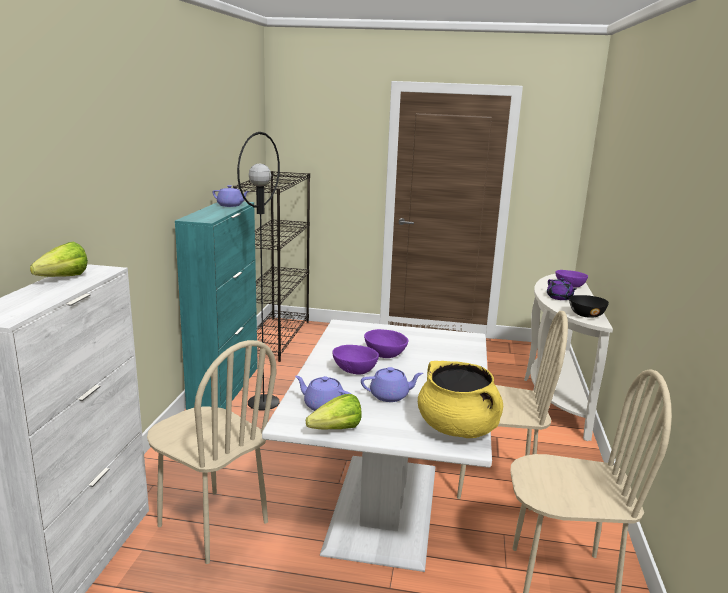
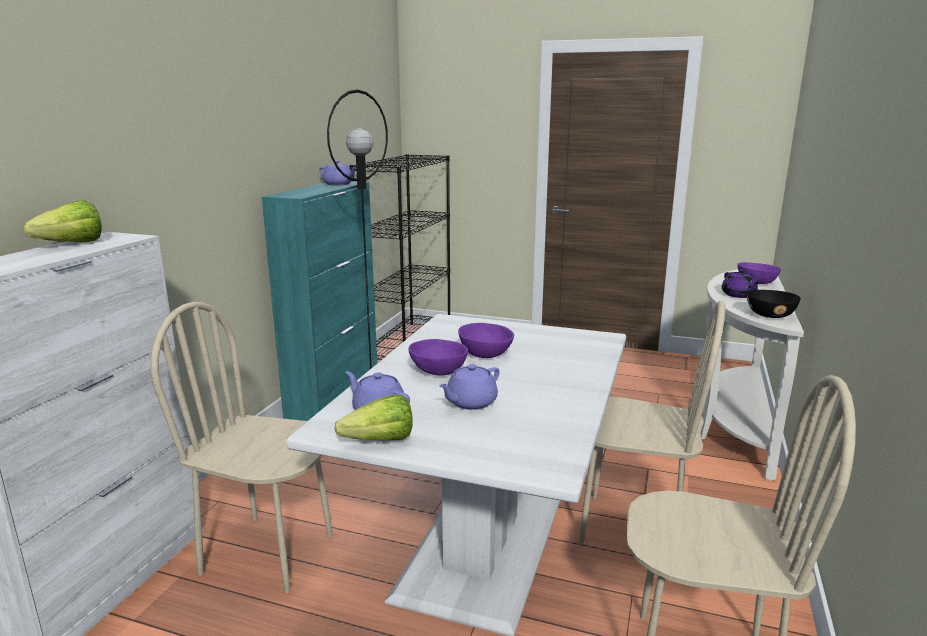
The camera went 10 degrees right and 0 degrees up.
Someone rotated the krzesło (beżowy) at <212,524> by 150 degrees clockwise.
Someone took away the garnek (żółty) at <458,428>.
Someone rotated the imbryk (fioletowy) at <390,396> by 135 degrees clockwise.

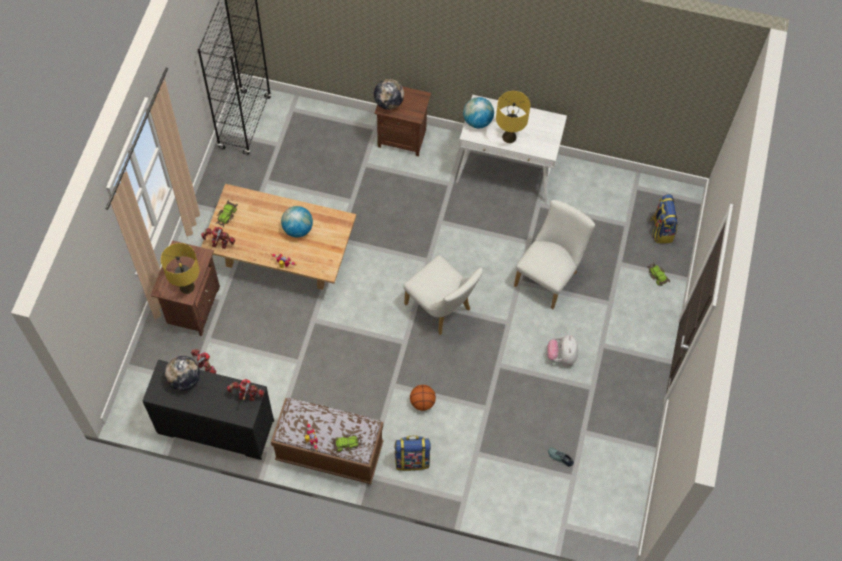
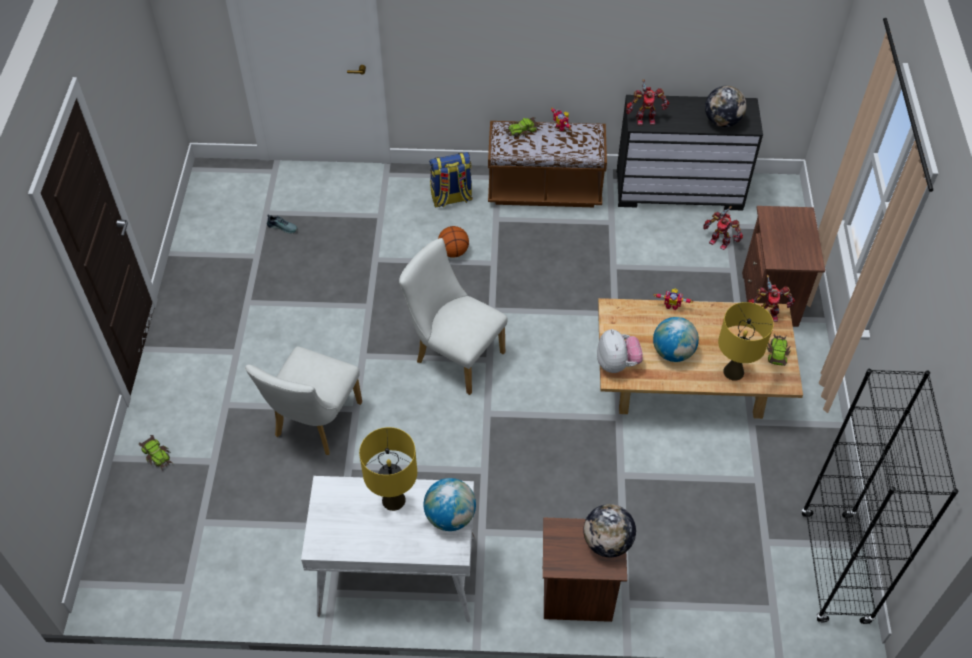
The camera went 170 degrees right and 10 degrees down.
Someone took away the plecak at <661,230>.
Someone carried the lampa stołowa (żółty) from <186,287> to <734,372>.
Someone carried the pluszak from <561,356> to <617,364>.

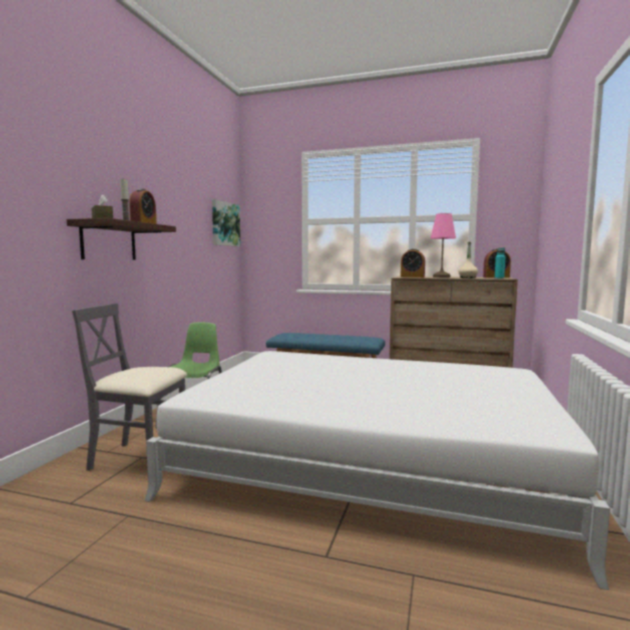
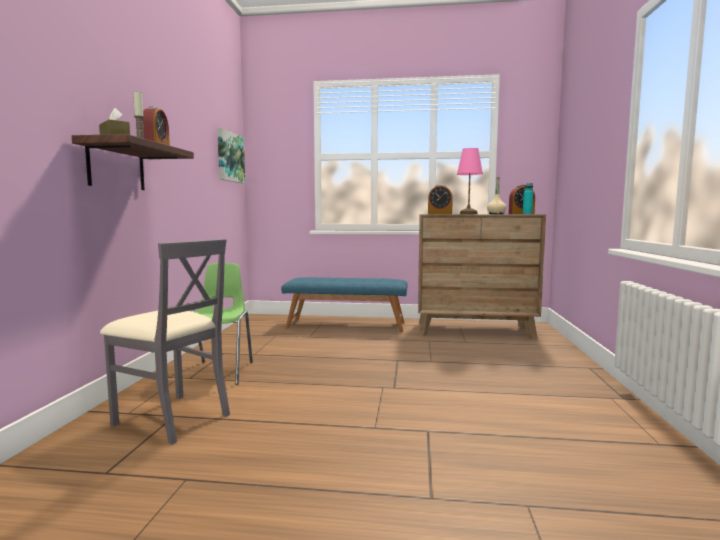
The camera went 10 degrees left and 0 degrees up.
Someone rotated the krzesło (szary) at <140,459> by 150 degrees counterclockwise.
Someone took away the łóżko (biały) at <369,462>.

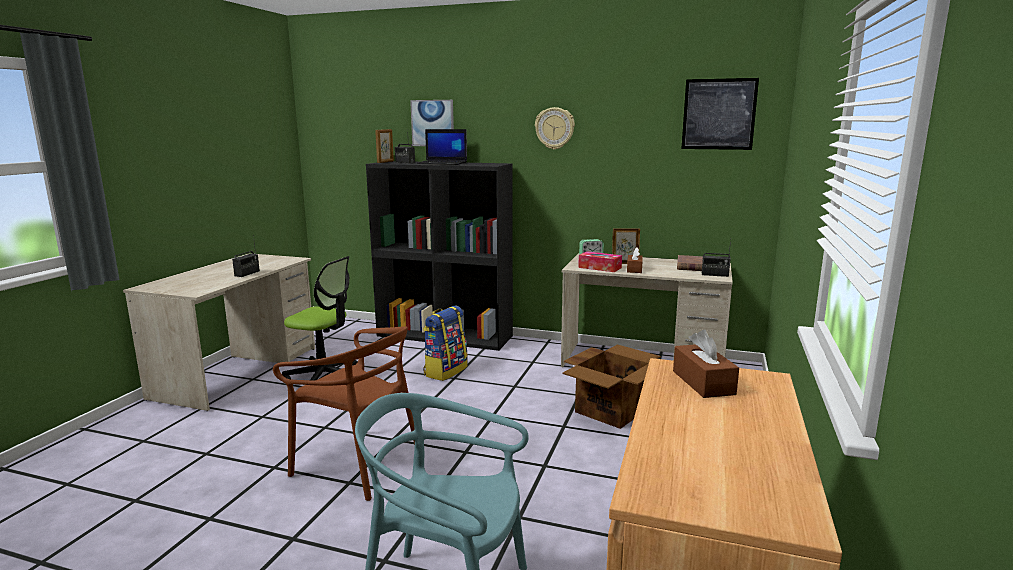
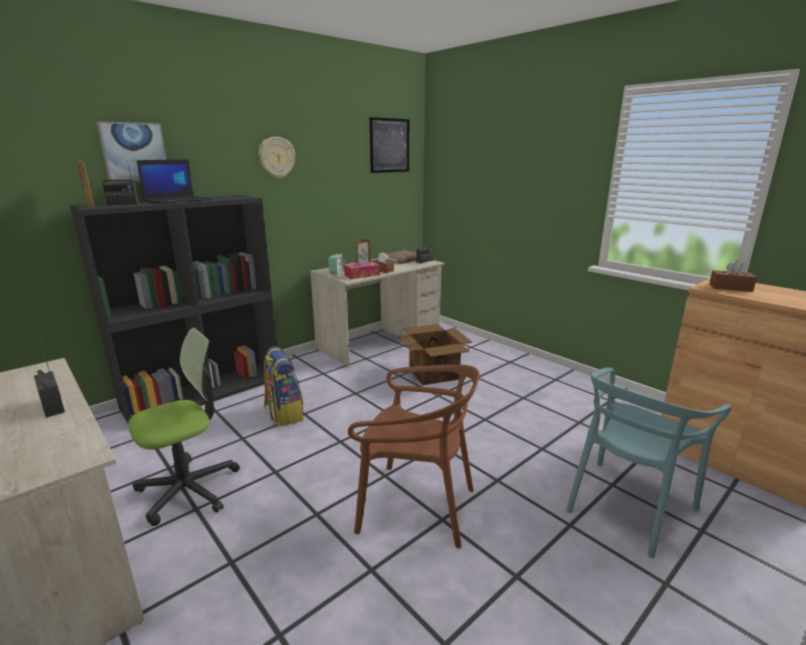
The camera went 60 degrees left and 5 degrees up.
Someone rotated the krzesło (brązowy) at <359,465> by 45 degrees clockwise.

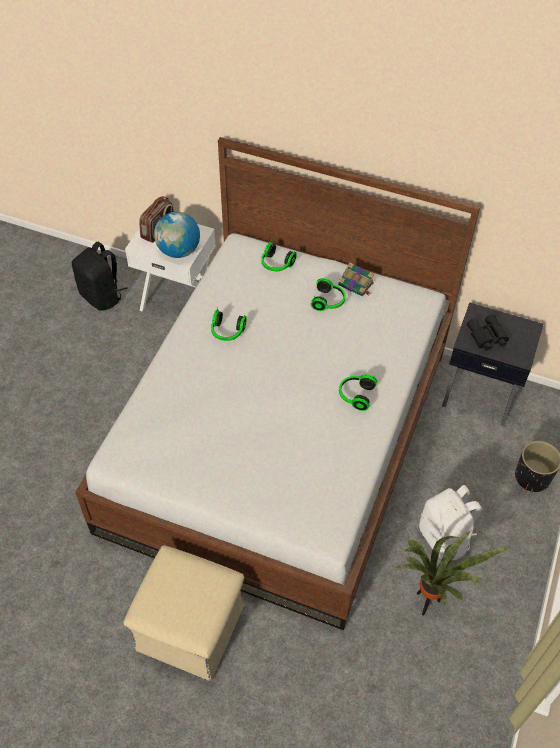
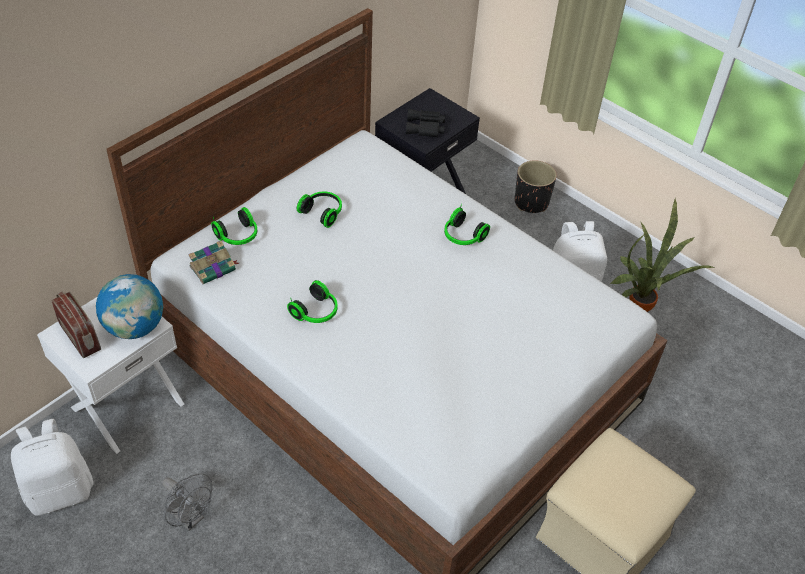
The camera went 70 degrees left and 5 degrees down.
Someone repainted the plecak (czarny) at <102,296>, which became the plecak (biały) at <60,491>.
Someone carried the książka from <356,284> to <213,268>.
Someone put down the wentylator (szary) at <190,518>.

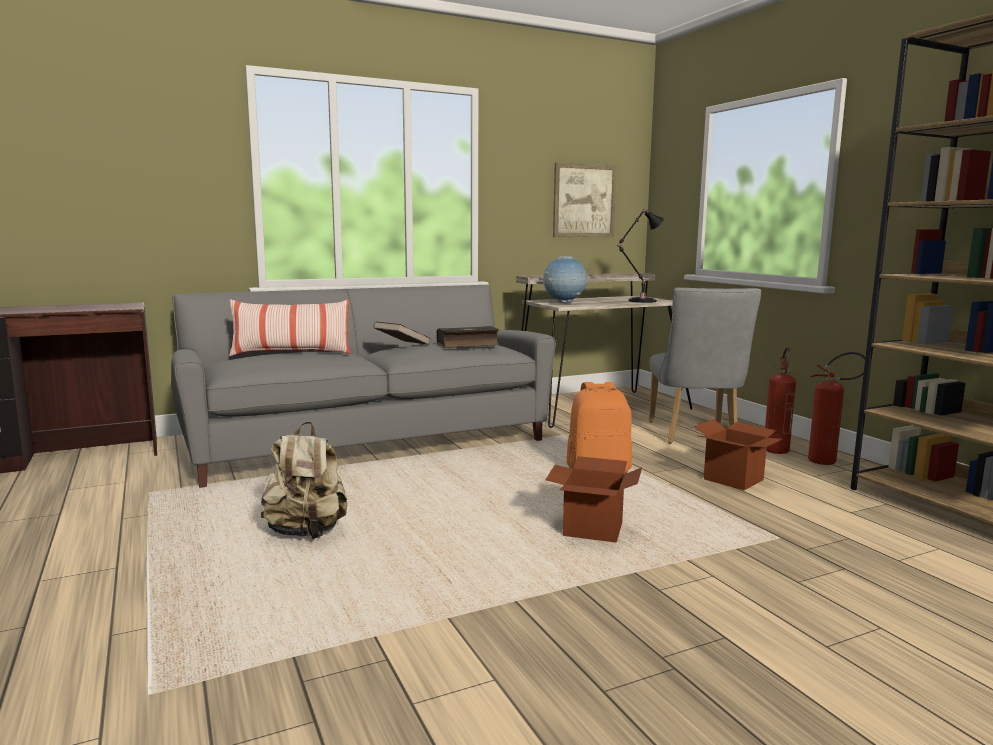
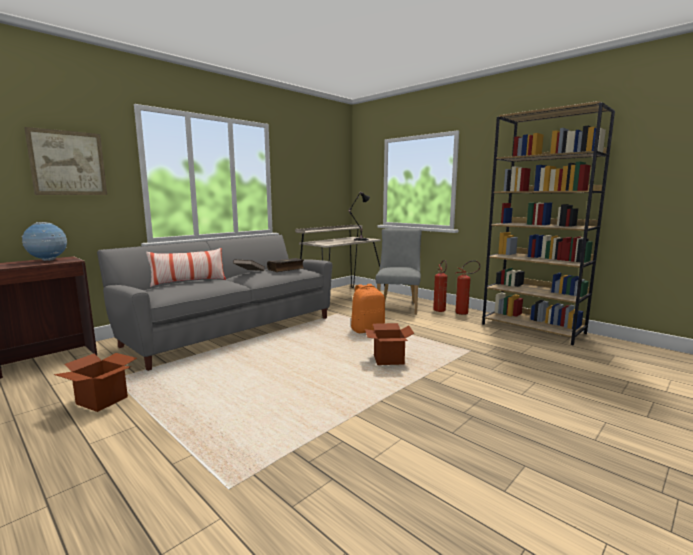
The camera went 20 degrees left and 0 degrees up.
Someone carried the obraz from <584,201> to <68,163>.
Someone carried the globus from <564,303> to <48,260>.
Someone rotated the krzesło (szary) at <695,435> by 150 degrees counterclockwise.
Someone carried the karton from <733,479> to <101,400>.
Someone took away the plecak (beżowy) at <306,532>.

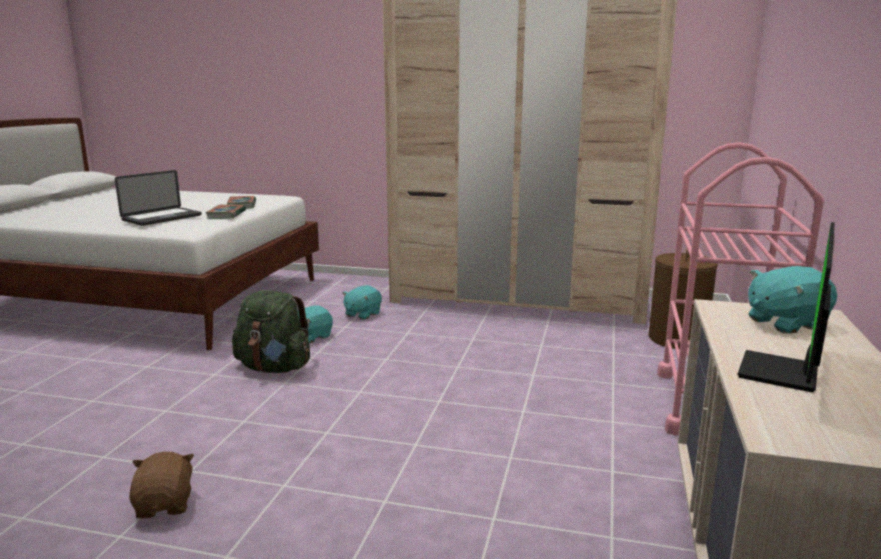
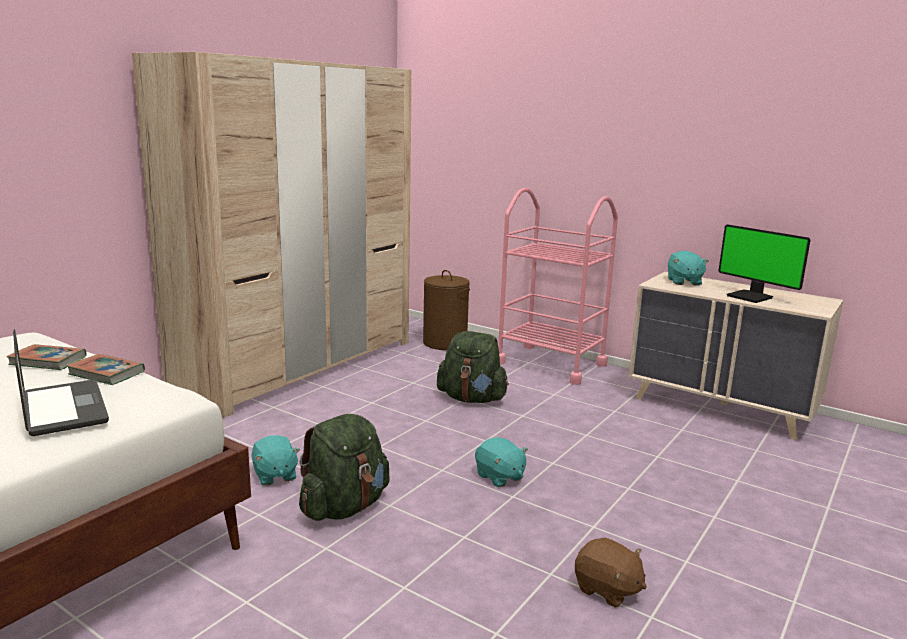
The camera went 70 degrees left and 0 degrees up.
Someone carried the pluszak (turkusowy) from <362,314> to <499,477>.
Someone rotated the pluszak (brązowy) at <165,505> by 150 degrees counterclockwise.
Someone put down the plecak (zielony) at <472,399>.

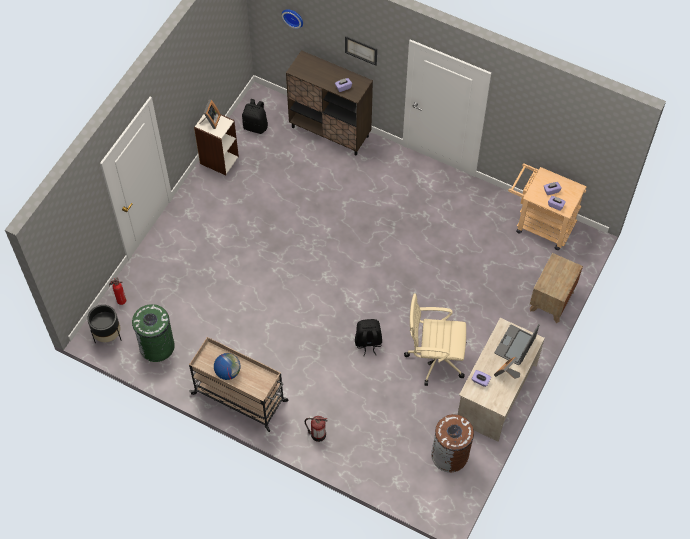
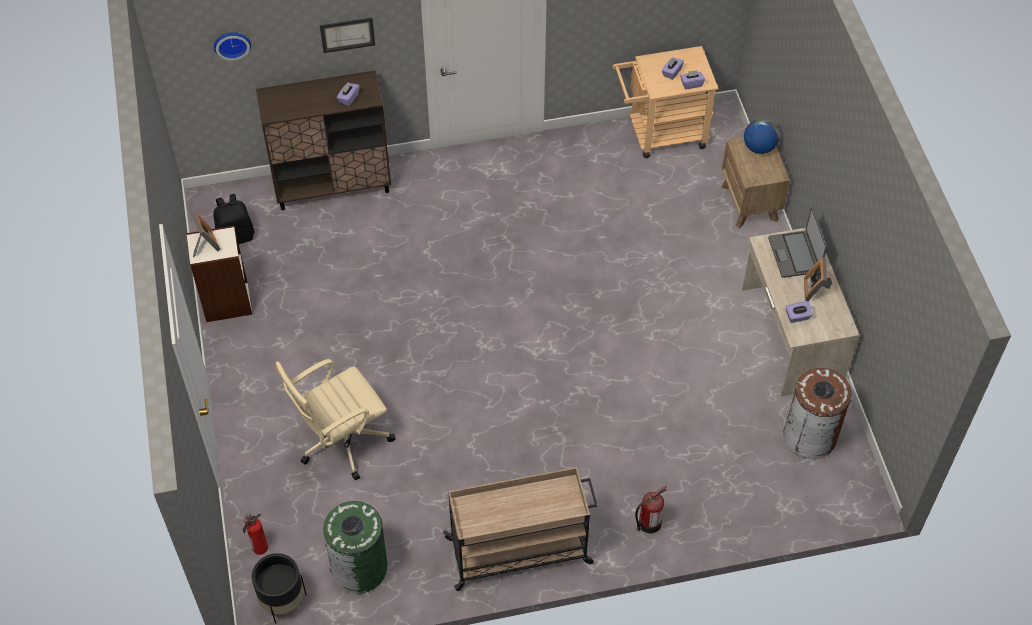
The camera went 40 degrees left and 5 degrees down.
Someone carried the krzesło biurowe (beżowy) from <434,357> to <341,440>.
Someone took away the plecak (czarny) at <368,343>.
Someone carried the globus from <228,372> to <759,147>.

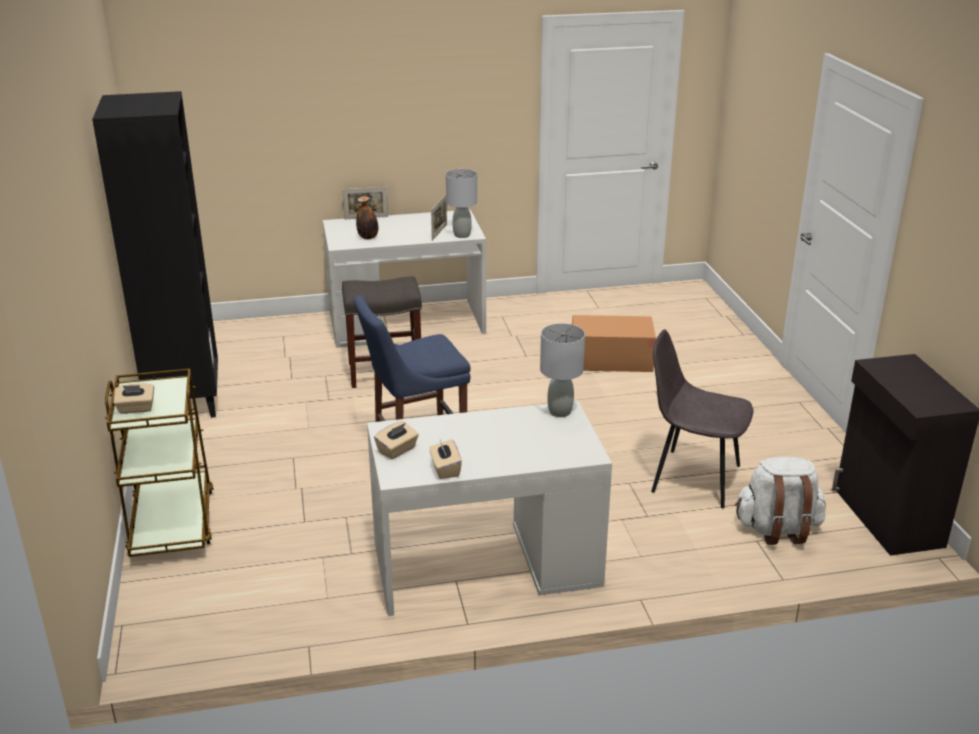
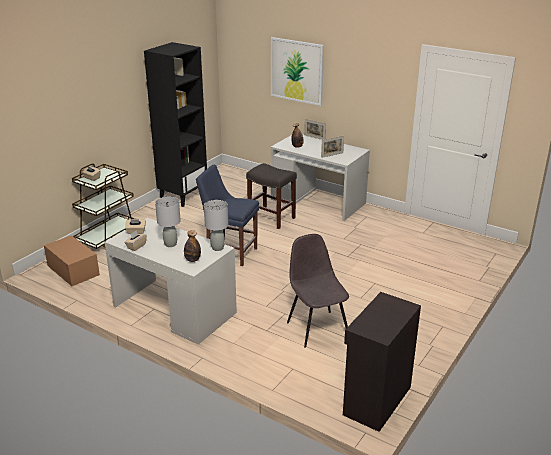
The camera went 45 degrees right and 0 degrees up.
Someone carried the lampa stołowa (szary) from <461,235> to <170,244>.
Someone carried the karton from <611,360> to <73,270>.
Someone took away the plecak (biały) at <777,529>.
Someone put up the obraz at <297,71>.
Someone put down the butelka at <192,260>.

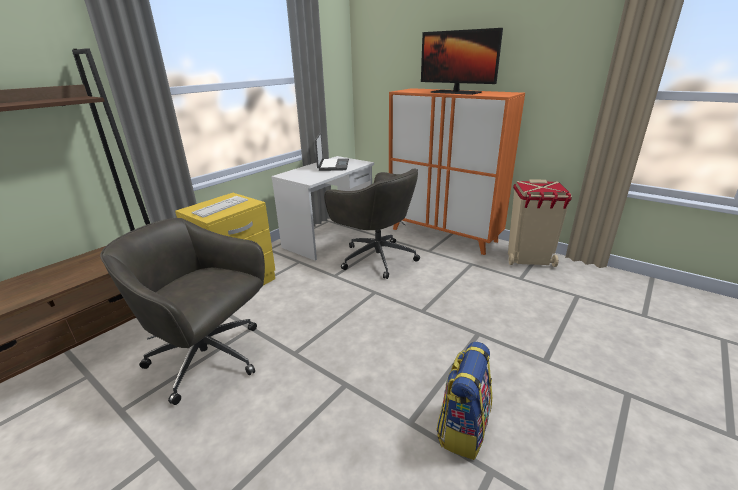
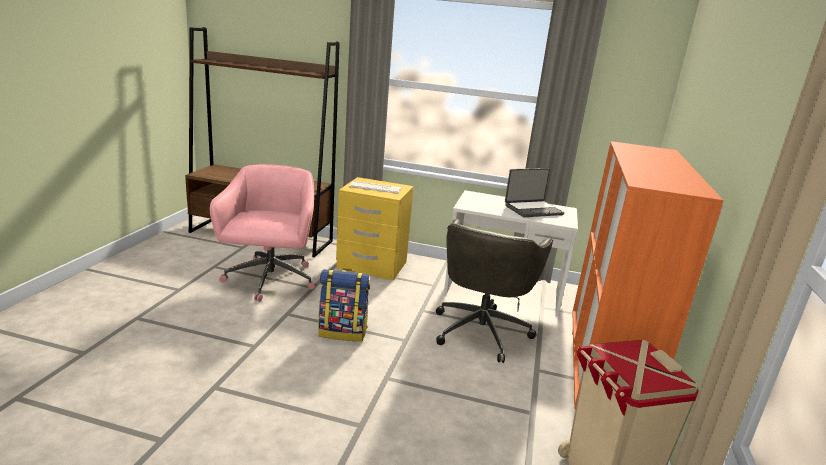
The camera went 65 degrees right and 5 degrees down.
Someone took away the monitor at <455,92>.
Someone repainted the krzesło biurowe (szary) at <209,359>, which became the krzesło biurowe (różowy) at <270,280>.
Someone carried the plecak from <462,428> to <343,332>.

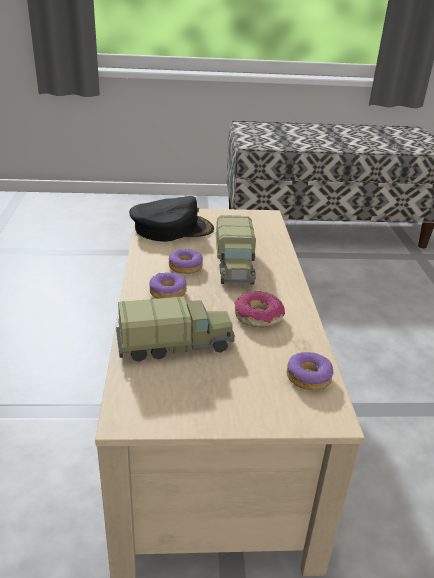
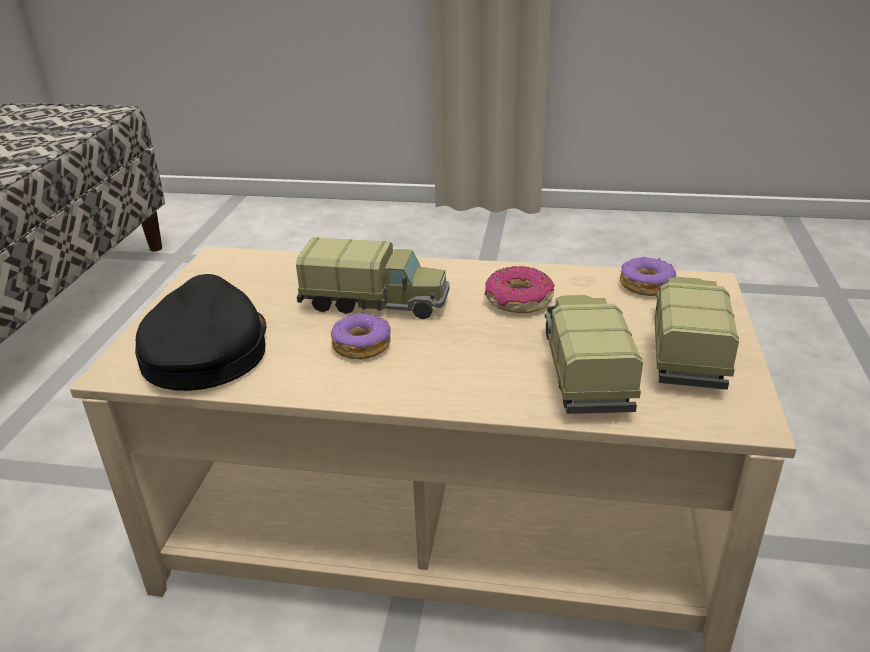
The camera went 75 degrees left and 0 degrees up.
Someone took away the donut at <167,292>.
Someone put down the ciężarówka zabawkowa at <685,348>.

